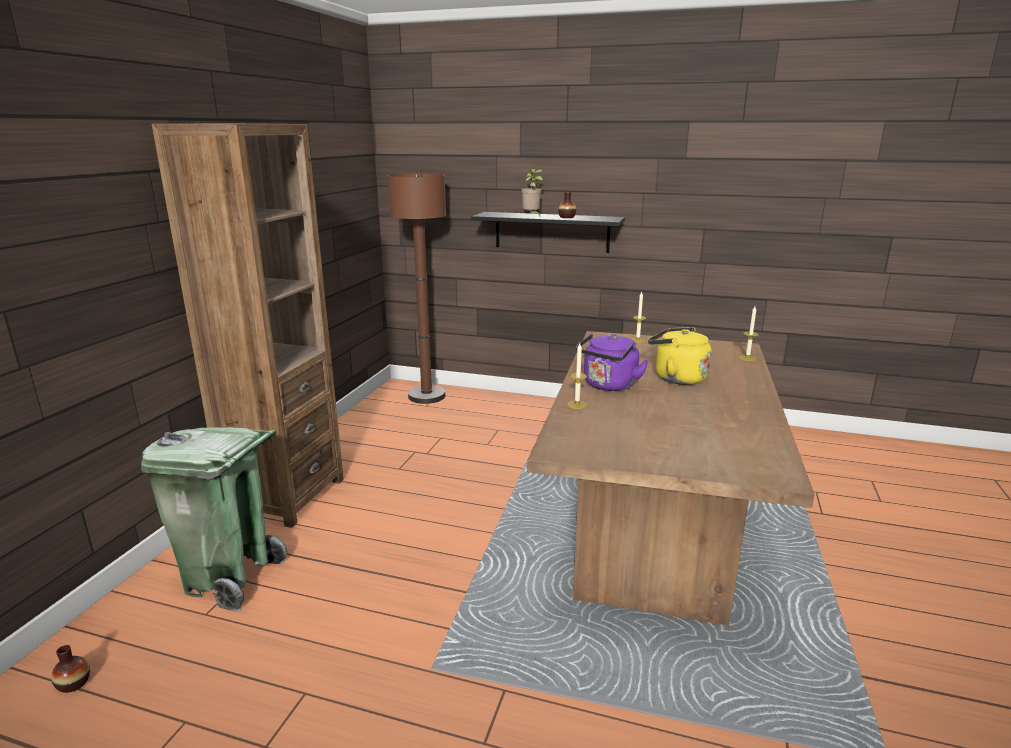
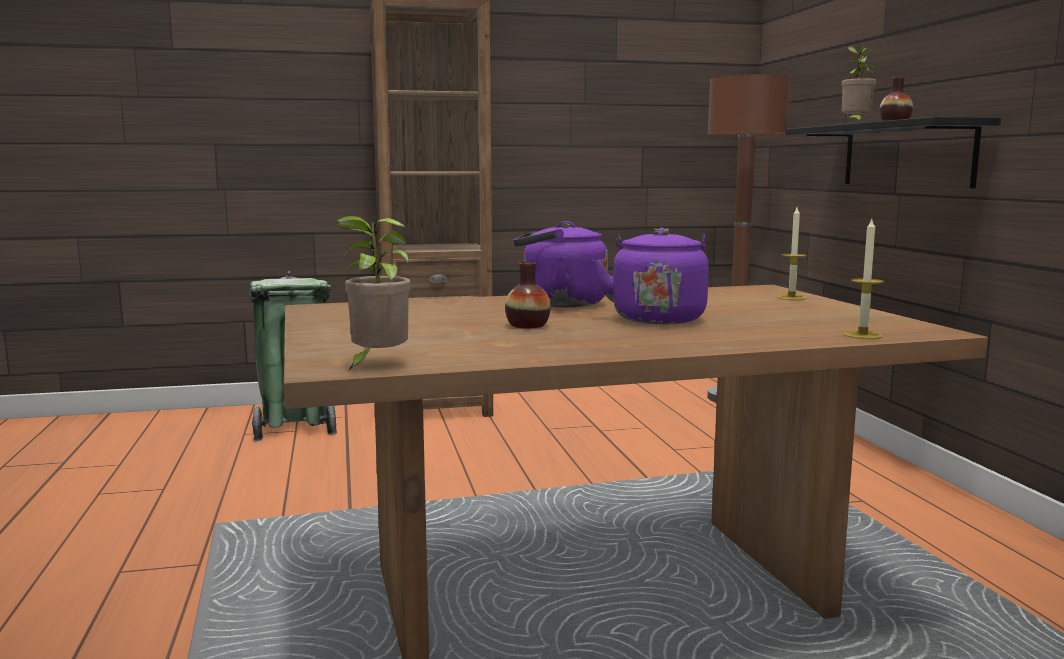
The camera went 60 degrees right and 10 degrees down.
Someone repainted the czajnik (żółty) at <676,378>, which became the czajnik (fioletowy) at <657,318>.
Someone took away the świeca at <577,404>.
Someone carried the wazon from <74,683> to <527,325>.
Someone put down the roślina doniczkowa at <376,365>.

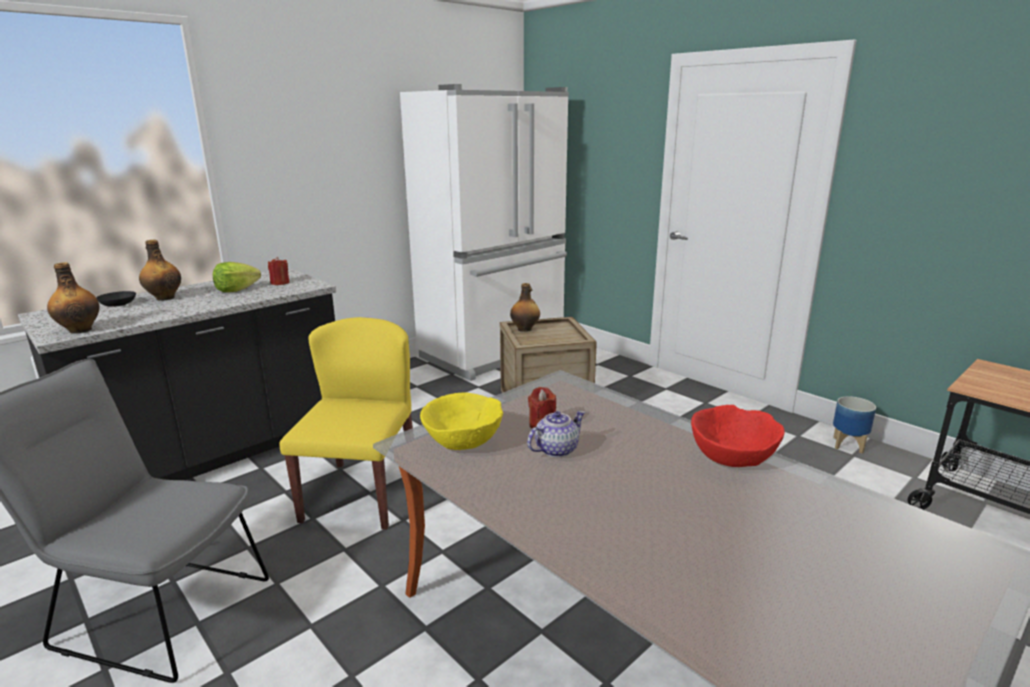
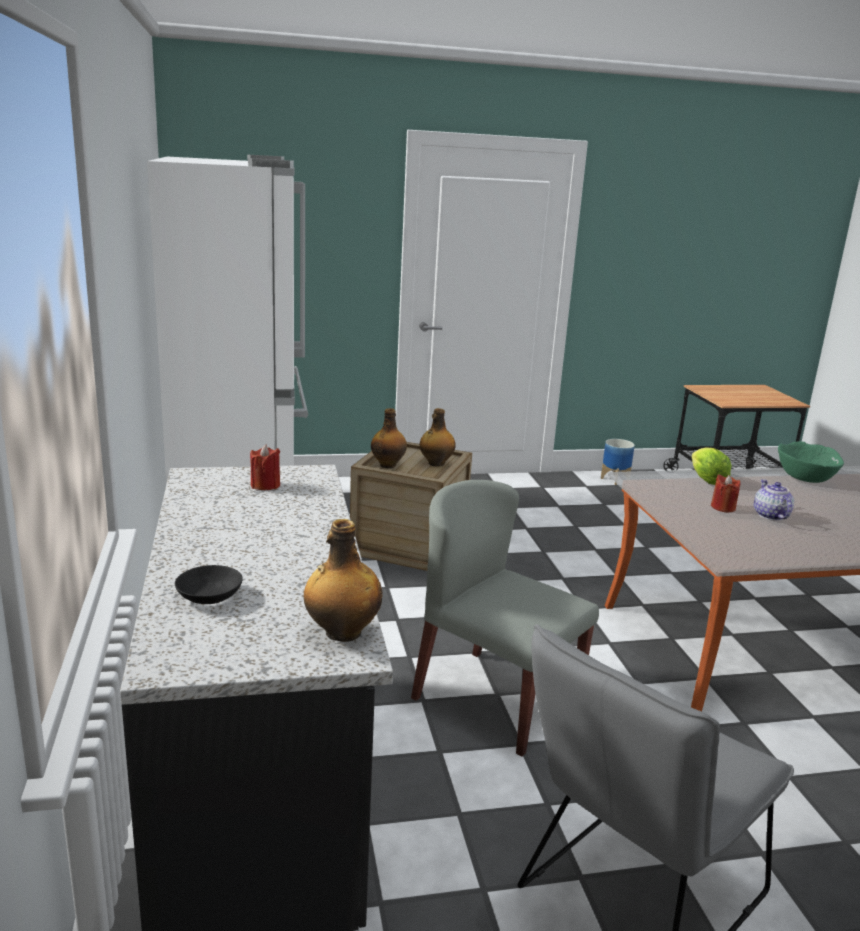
The camera went 60 degrees left and 0 degrees up.
Someone carried the butelka from <164,298> to <436,463>.
Someone carried the sałata from <236,290> to <706,479>.
Someone repainted the krzesło (żółty) at <361,493>, which became the krzesło (szary) at <495,699>.
Someone took away the miska (żółty) at <463,440>.
Someone repainted the miska (czerwony) at <733,456>, which became the miska (zielony) at <806,477>.

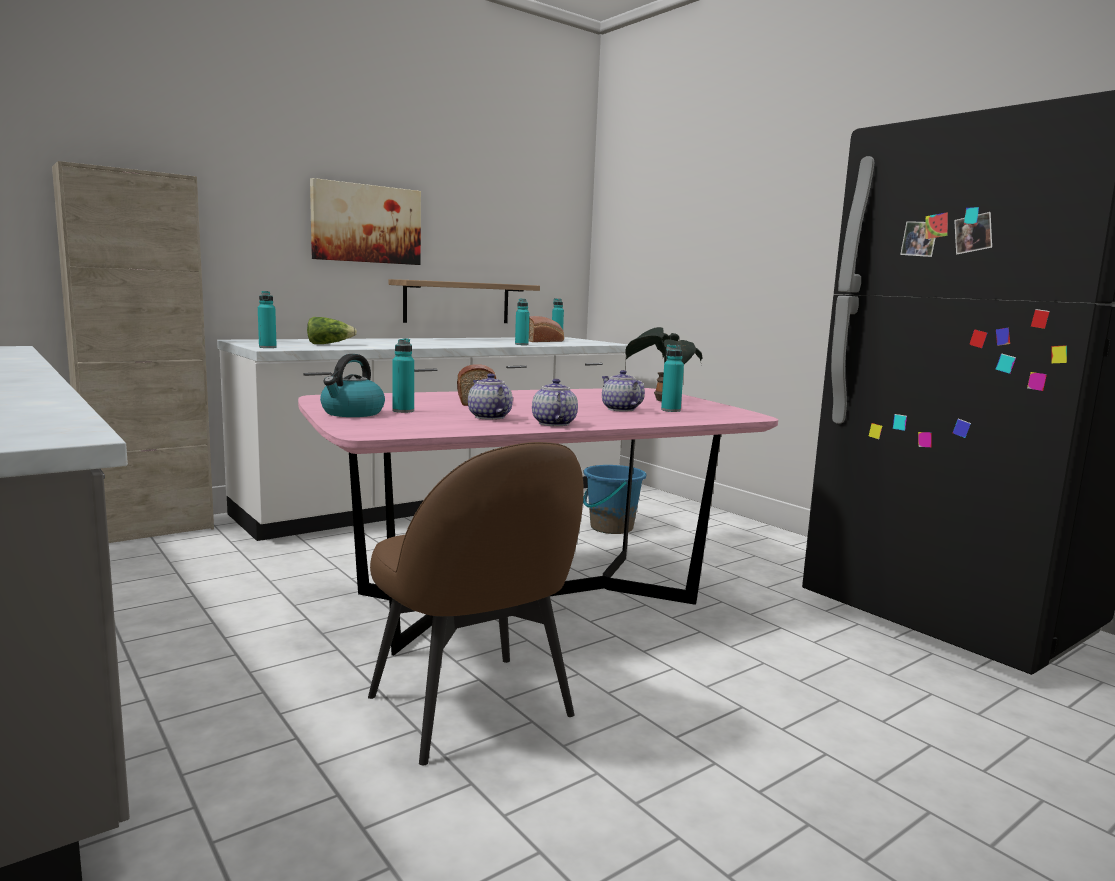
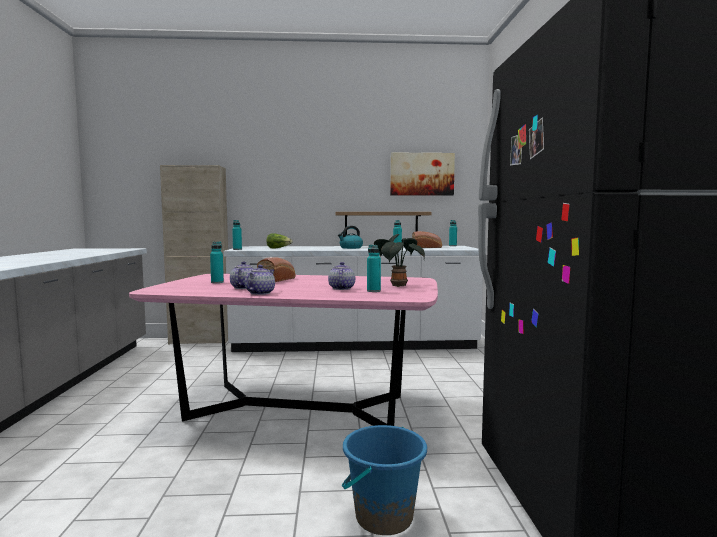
The camera went 35 degrees right and 5 degrees down.
Someone carried the obraz from <366,224> to <422,174>.
Someone carried the czajnik from <352,413> to <350,248>.
Someone took away the krzesło (brązowy) at <472,709>.
Someone carried the wiadro (niebieski) from <611,527> to <383,516>.

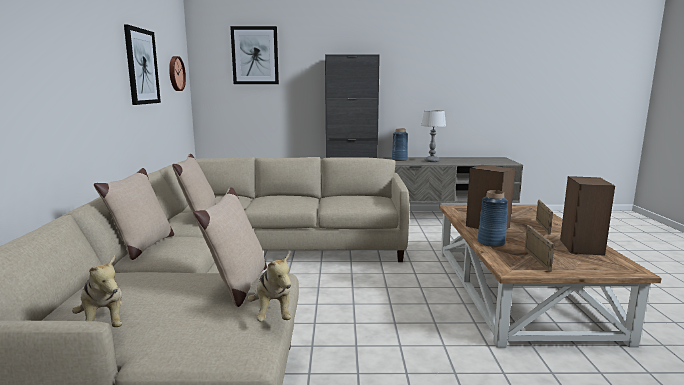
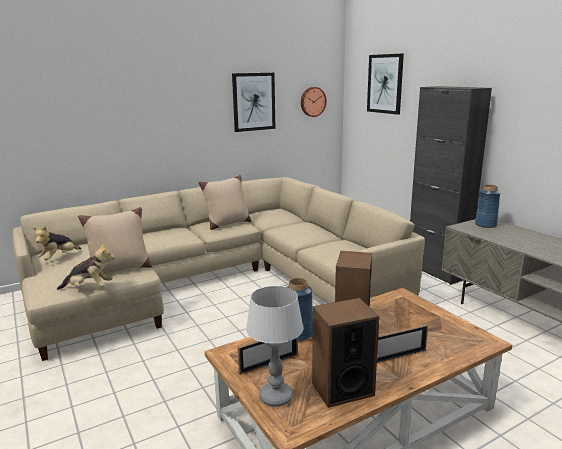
The camera went 60 degrees right and 5 degrees up.
Someone carried the lampa stołowa from <431,161> to <275,397>.
Someone took away the poduszka (beżowy) at <142,247>.
Someone rotated the pluszak at <273,313> by 135 degrees counterclockwise.

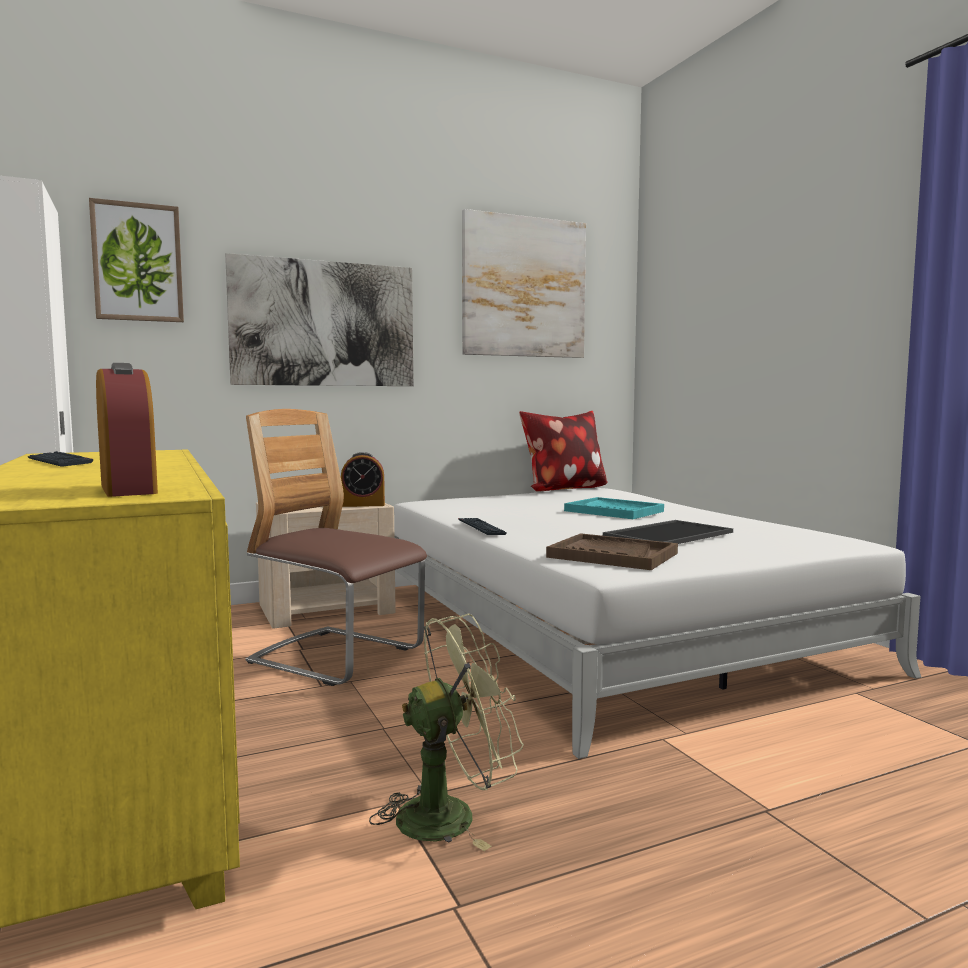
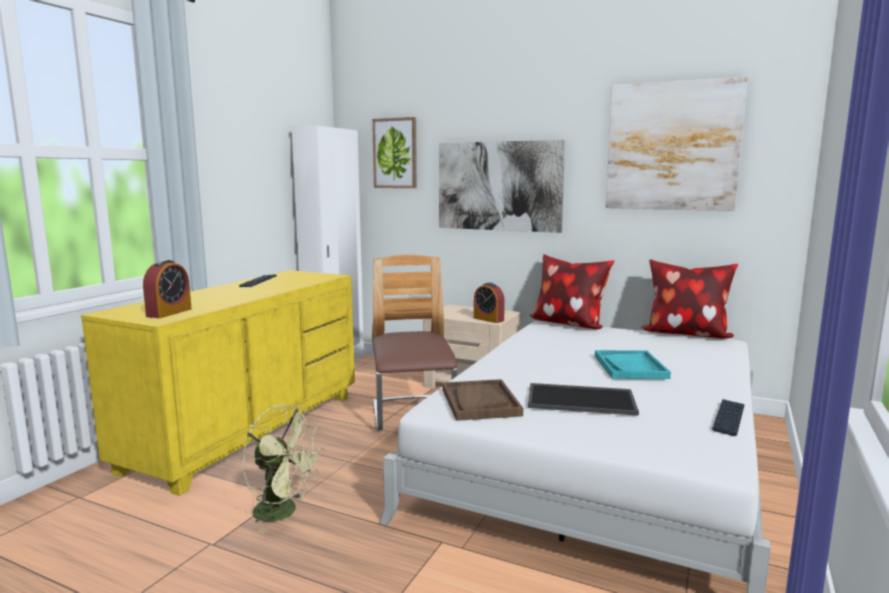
The camera went 50 degrees right and 5 degrees up.
Someone carried the klawiatura from <481,528> to <728,418>.
Someone put down the poduszka at <568,324>.

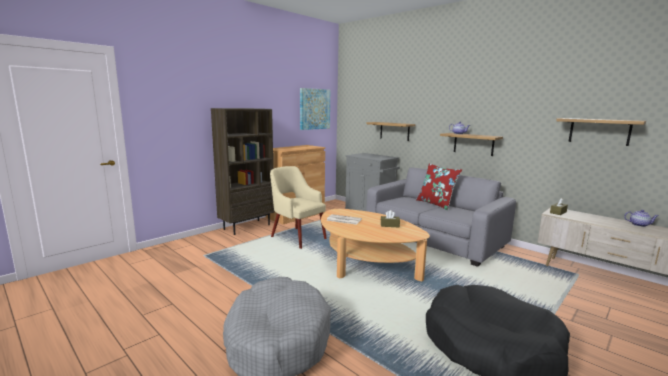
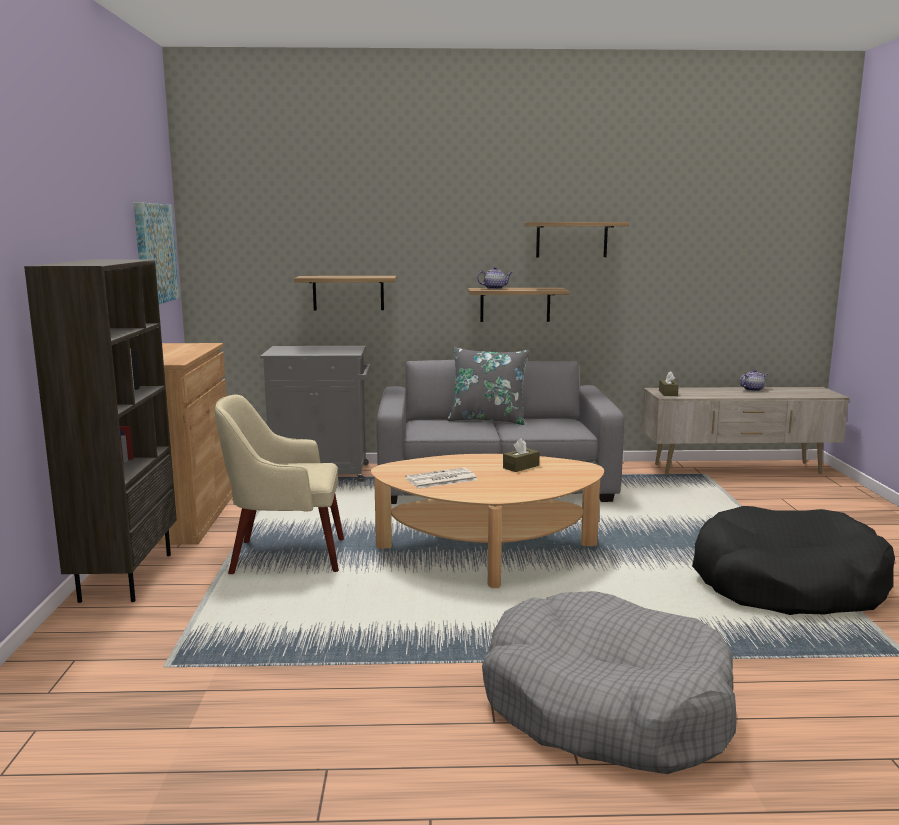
The camera went 45 degrees left and 0 degrees up.
Someone carried the półka from <599,131> to <571,239>.
Someone repainted the poduszka (czerwony) at <436,204>, which became the poduszka (szary) at <488,420>.

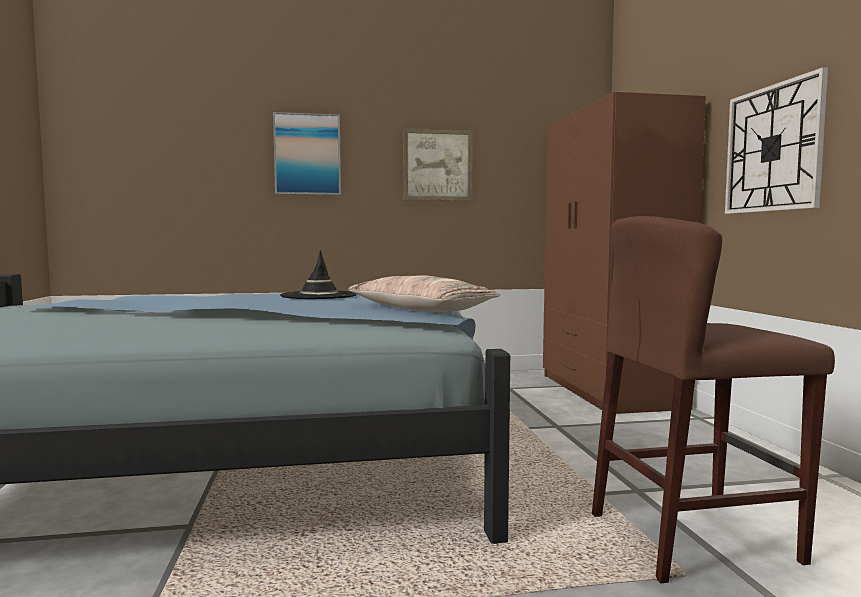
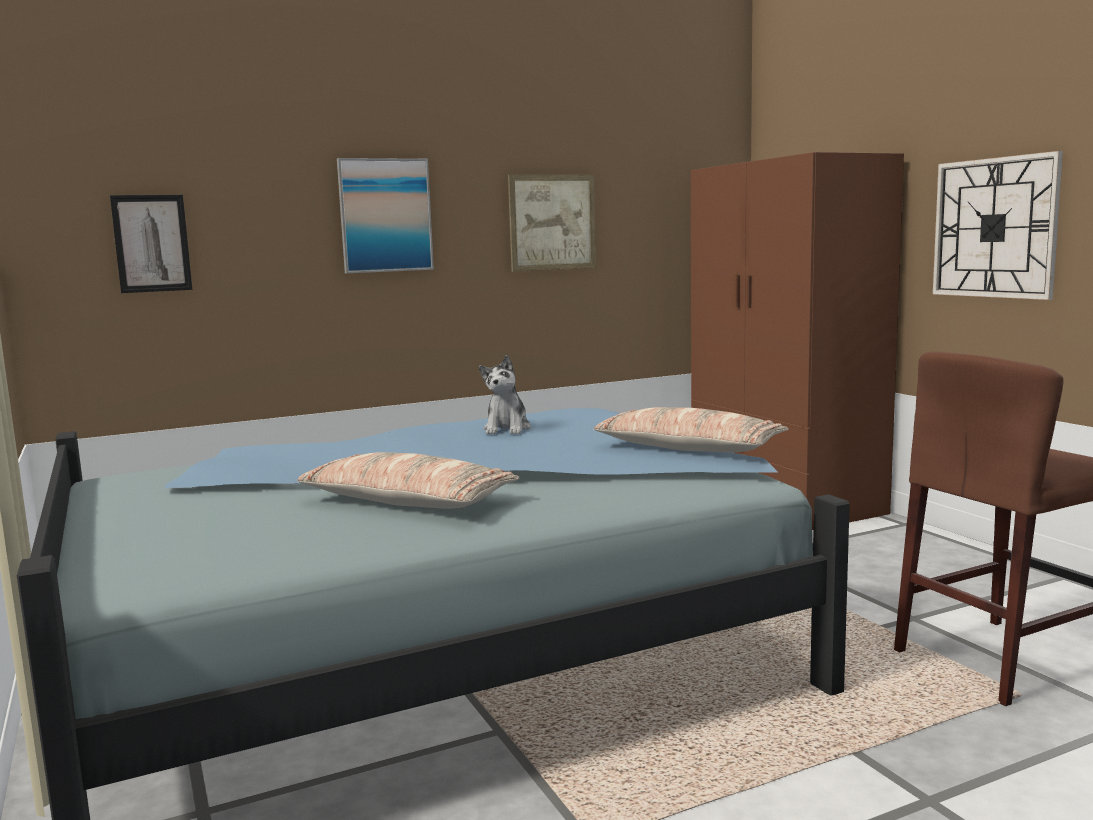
The camera went 15 degrees left and 5 degrees up.
Someone swapped the kapelusz (czarny) at <319,296> for the pluszak at <507,429>.
Someone put up the obraz at <152,243>.
Someone put down the poduszka at <406,502>.

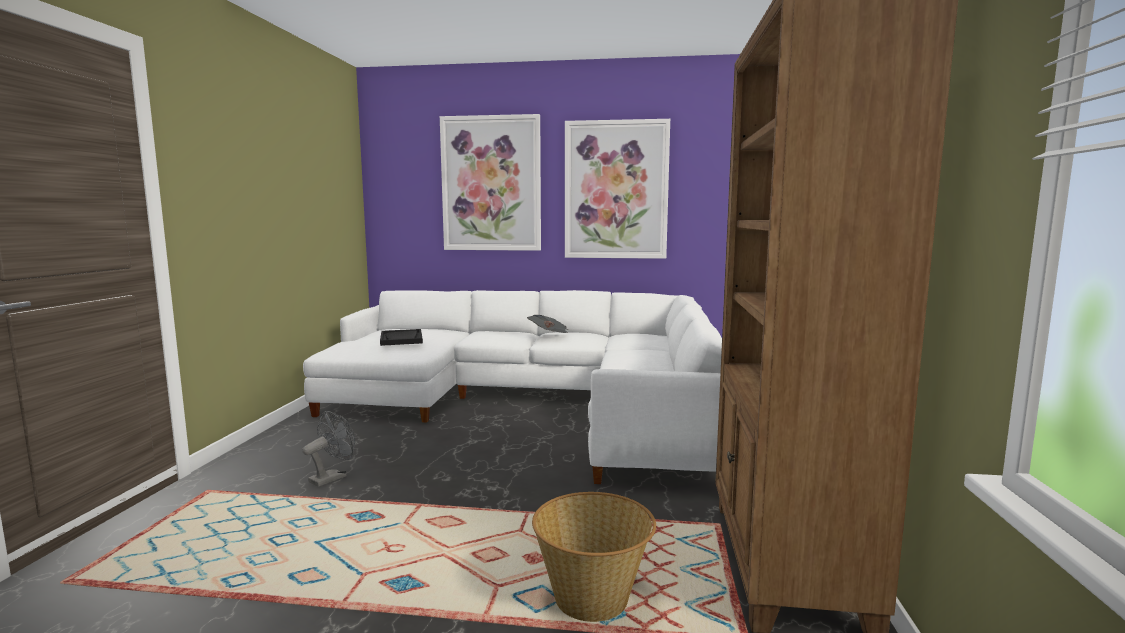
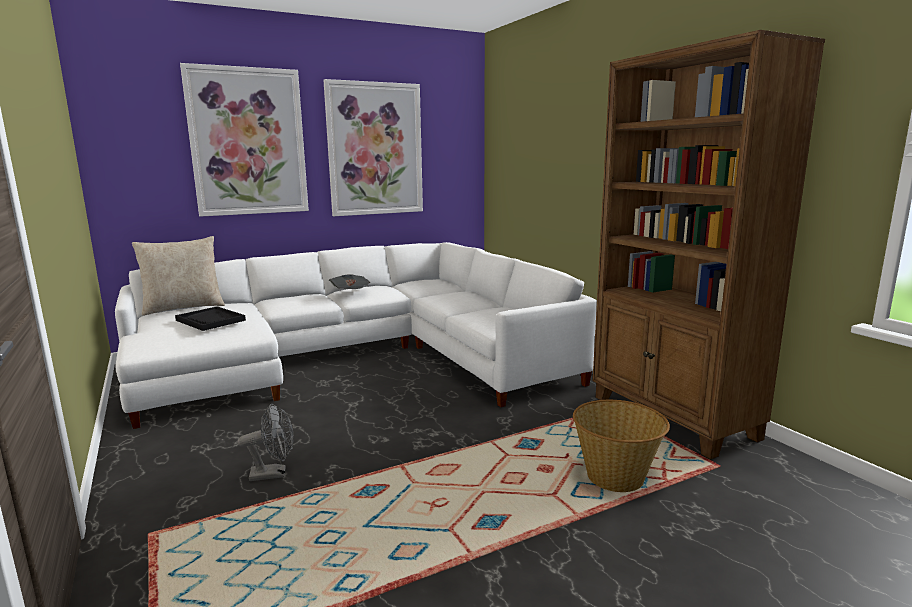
The camera went 35 degrees left and 5 degrees up.
Someone rotated the wentylator (szary) at <332,477> by 75 degrees clockwise.
Someone put down the poduszka (beżowy) at <183,308>.

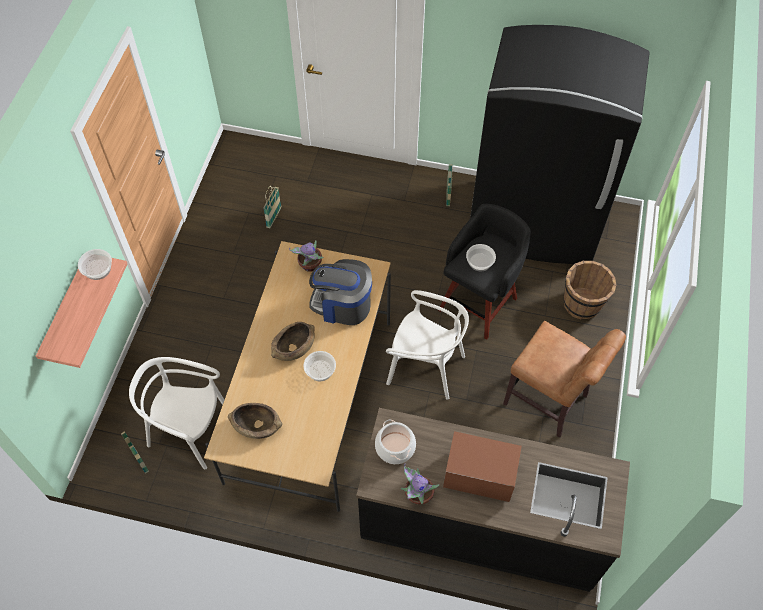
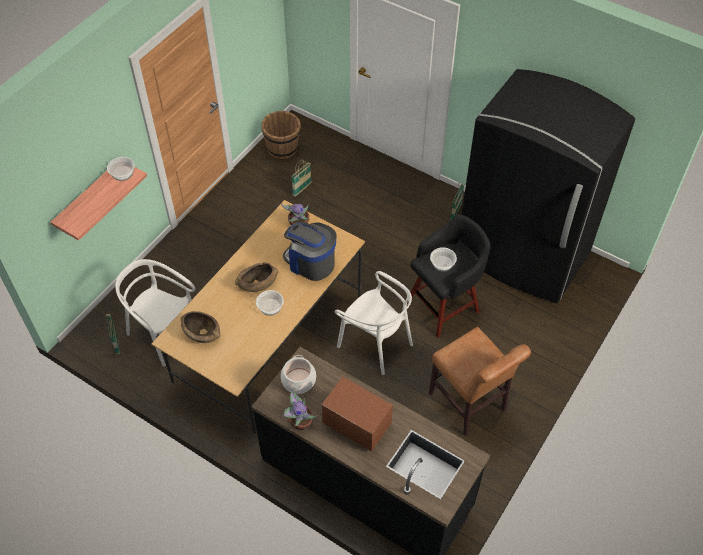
The camera went 20 degrees right and 5 degrees down.
Someone carried the wiadro (brązowy) from <582,304> to <283,149>.

